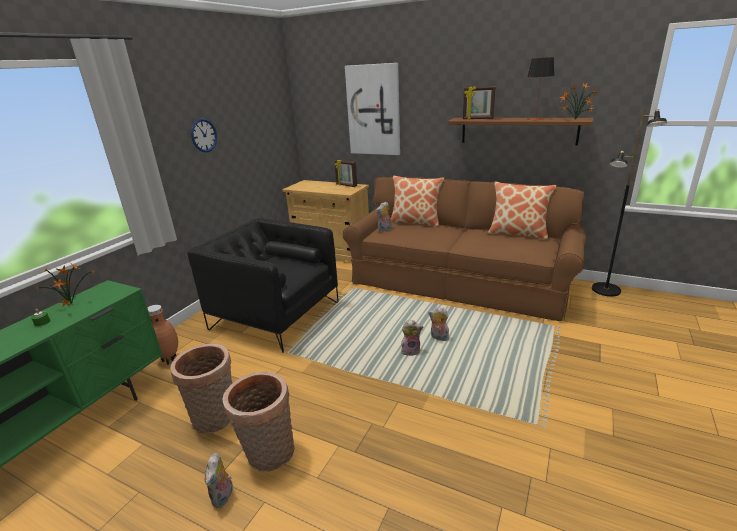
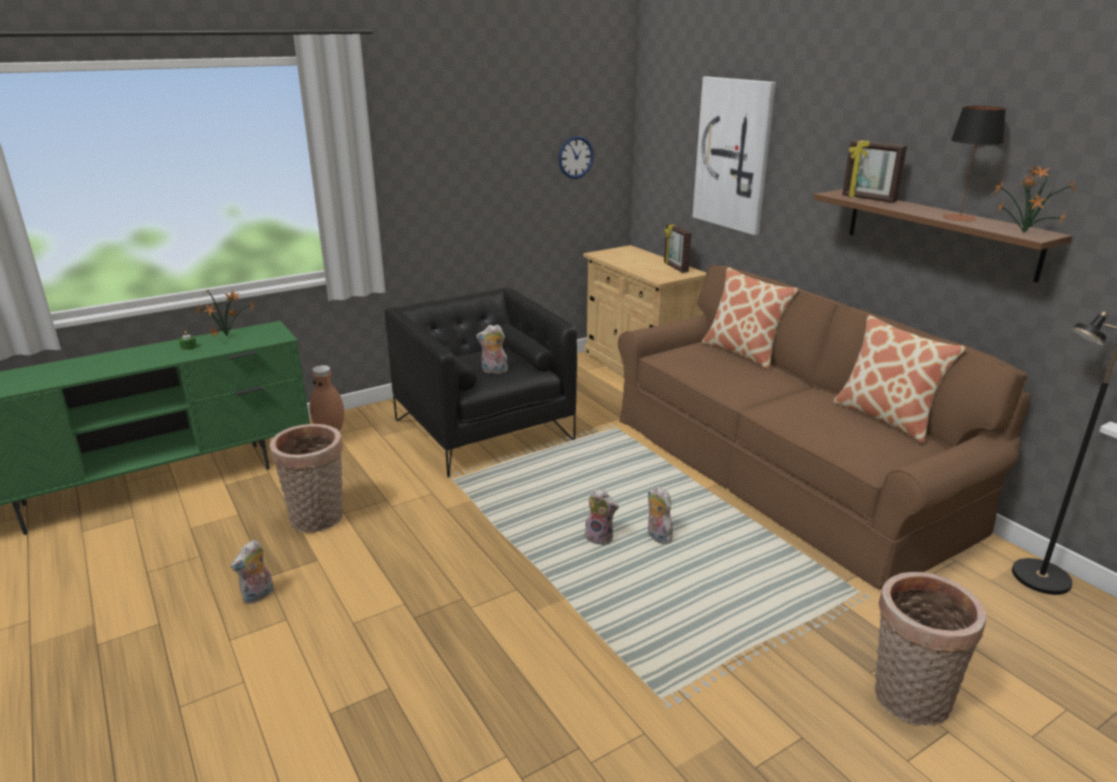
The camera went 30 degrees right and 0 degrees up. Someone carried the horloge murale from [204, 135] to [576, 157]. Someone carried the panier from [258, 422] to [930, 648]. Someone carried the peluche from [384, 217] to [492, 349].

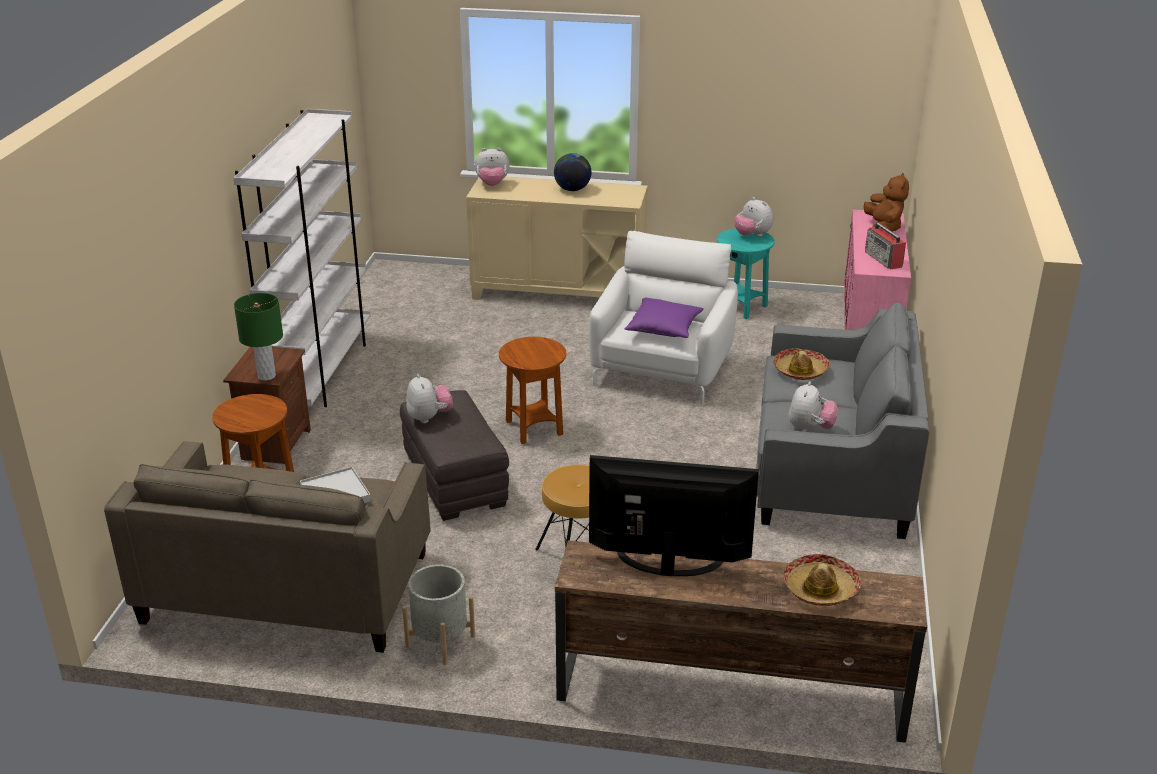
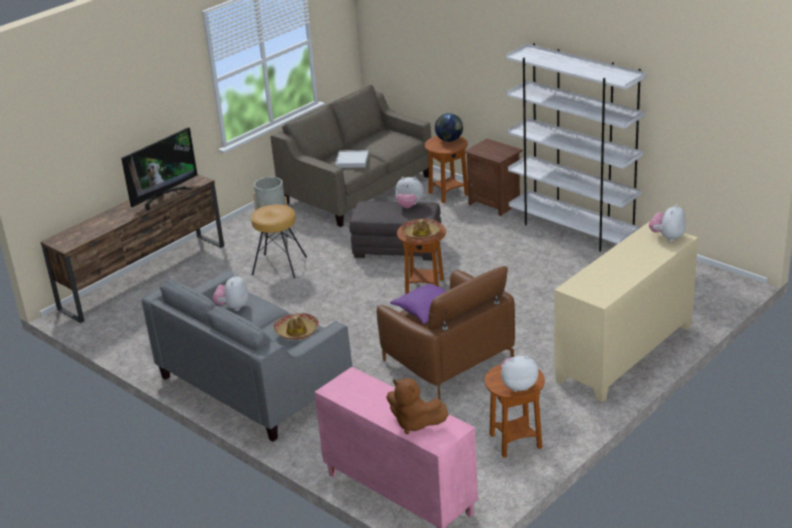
The camera went 125 degrees right and 0 degrees up. Someone took away the lampe de table/vert at [258, 336]. Someone took away the radio at [885, 246]. Someone carried the globe from [572, 172] to [449, 127]. Someone carried the chapeau from [822, 580] to [422, 229]. Someone repainted the fauteuil/blanc at [663, 318], which became the fauteuil/marron at [446, 333]. Someone repainted the table d'appoint/turquoise at [745, 273], which became the table d'appoint/marron at [515, 411]. Someone rotated the peluche at [813, 406] by 45 degrees clockwise.

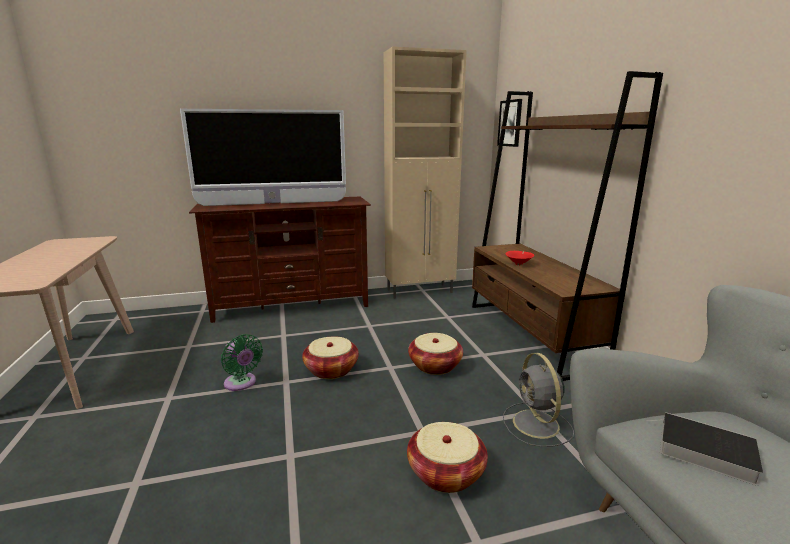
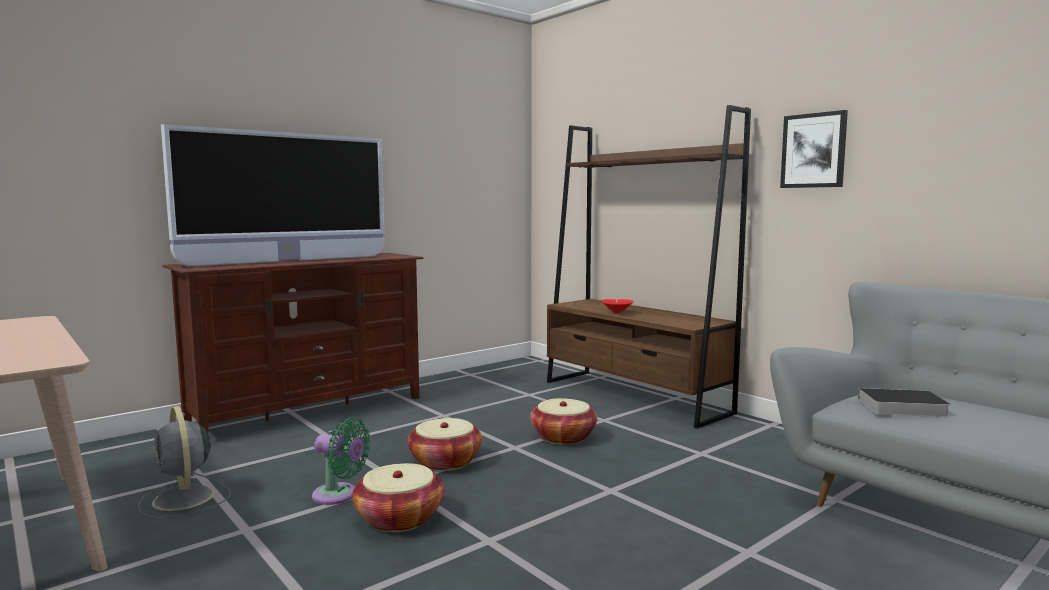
The camera went 25 degrees left and 10 degrees down. Someone took away the meuble de rangement/beige at [425, 173]. Someone carried the panier from [447, 457] to [398, 497]. Someone carried the tableau from [509, 123] to [814, 149]. Someone carried the ventilateur/gris from [538, 400] to [184, 462].

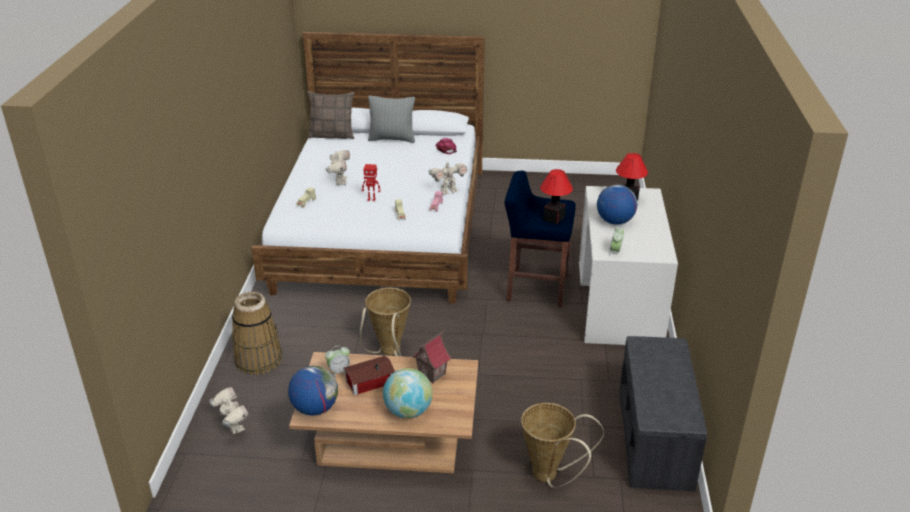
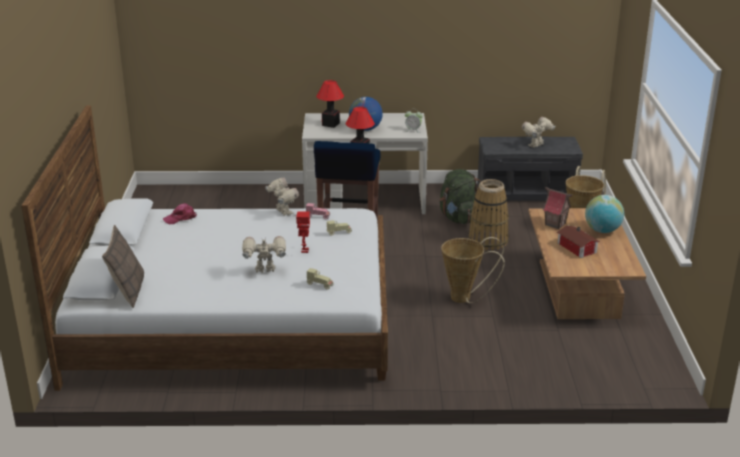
The camera went 95 degrees left and 5 degrees down. Someone took away the globe at [313, 390]. Someone took away the réveil at [337, 361]. Someone took away the coussin/gris at [391, 119]. Someone put down the sac à dos/vert at [460, 196]. Someone carried the robot jouet from [229, 410] to [538, 132]. Someone carried the panier from [257, 333] to [488, 215].

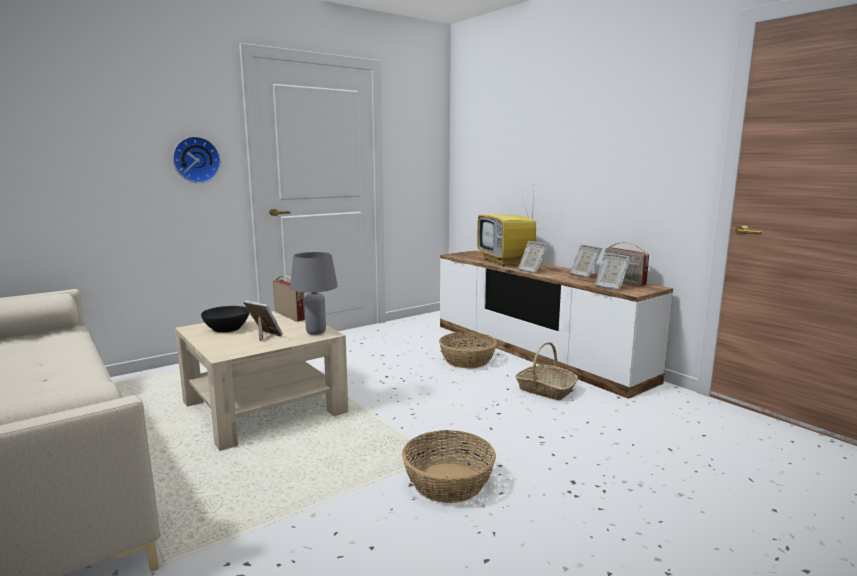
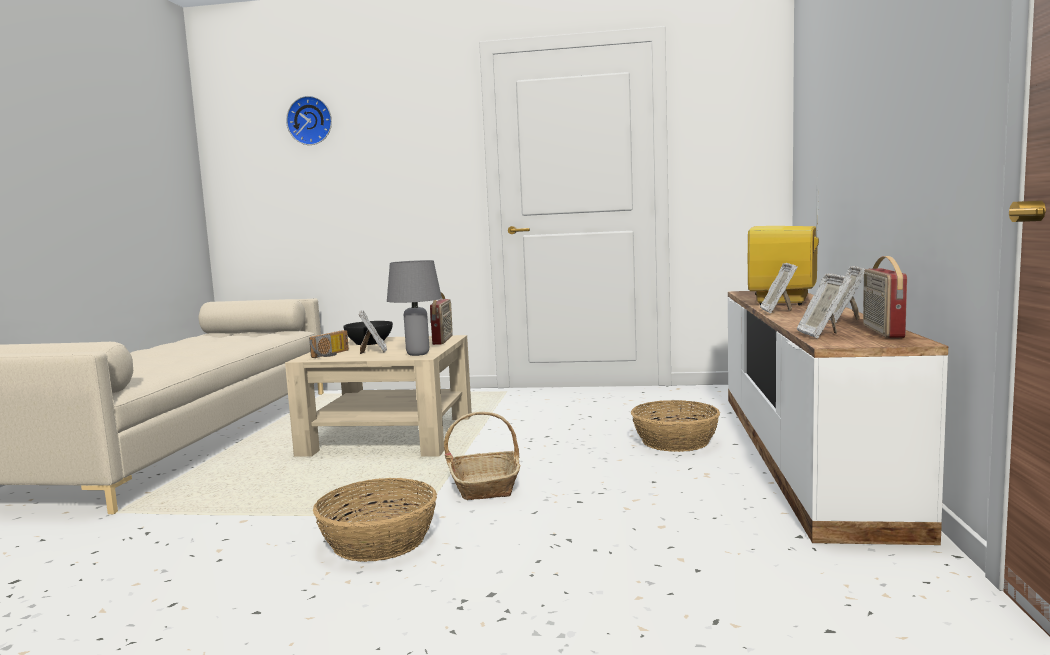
The camera went 45 degrees right and 5 degrees down. Someone put down the radio at [329, 344]. Someone carried the horloge murale from [197, 159] to [309, 120]. Someone carried the panier from [546, 371] to [482, 456].

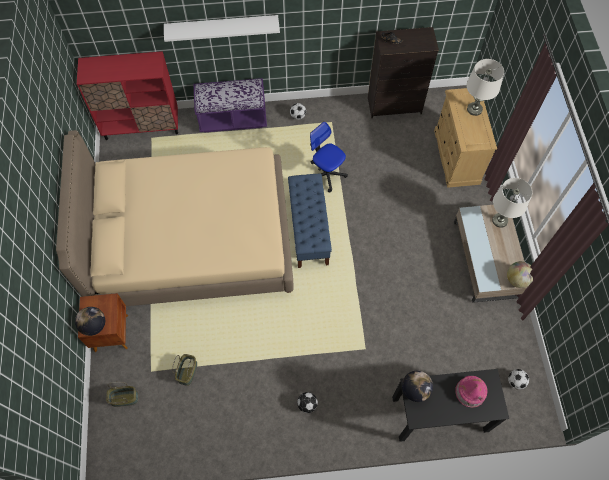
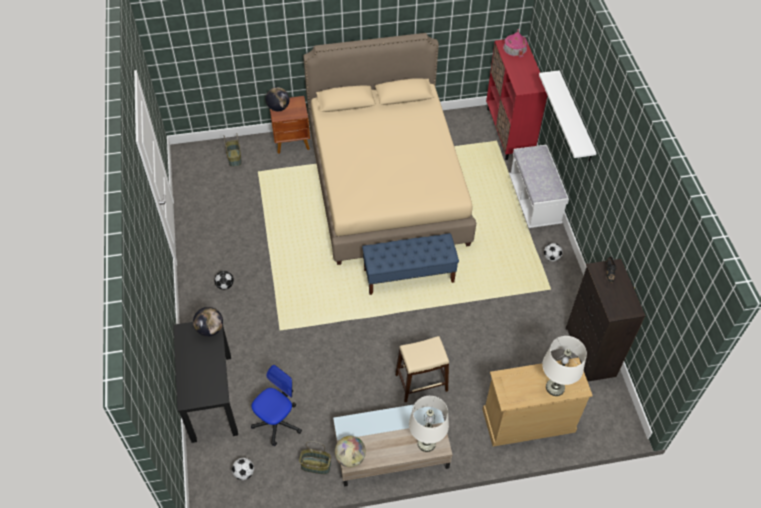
The camera went 85 degrees right and 10 degrees down. Someone put down the tabouret/beige at [422, 369]. Someone carried the panier from [184, 370] to [315, 457]. Someone carried the chaise de bureau from [329, 157] to [276, 405]. Someone carried the maison miniature from [471, 392] to [515, 43]. Someone repainted the banc/violet at [230, 105], which became the banc/blanc at [539, 186].

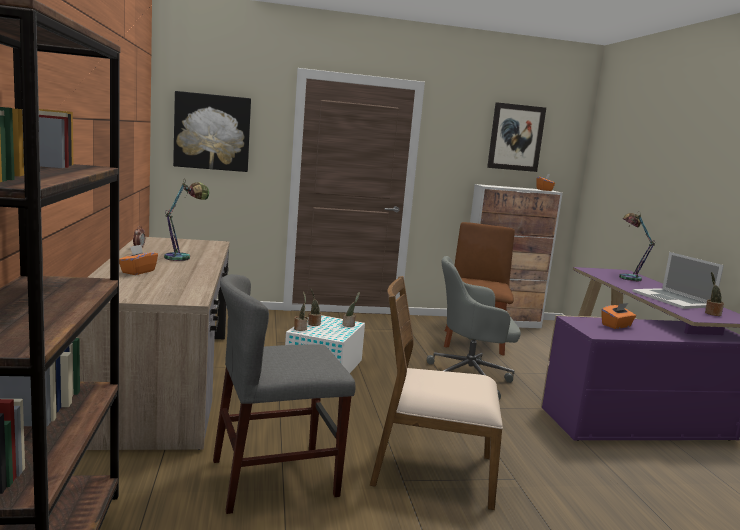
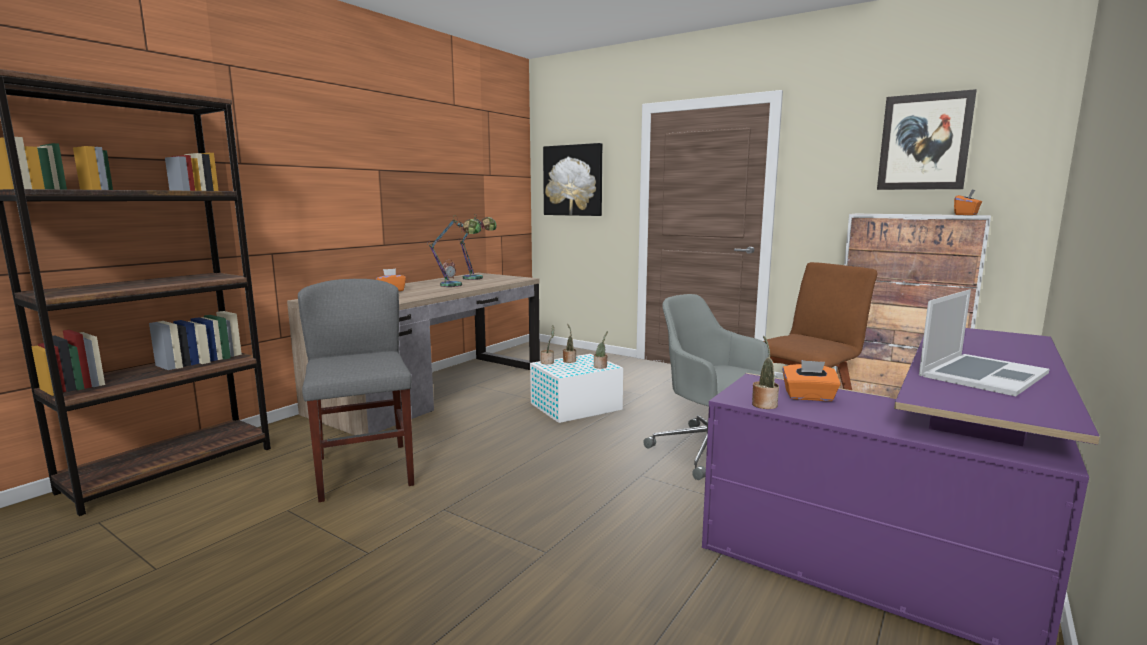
The camera went 45 degrees right and 0 degrees up. Someone took away the chaise/marron at [436, 393]. Someone carried the lampe de table from [637, 246] to [478, 247]. Someone carried the plante en pot from [714, 294] to [765, 372]. Someone rotated the chaise/gris at [284, 394] by 45 degrees clockwise. Someone rotated the ordinateur portable at [678, 280] by 150 degrees counterclockwise.

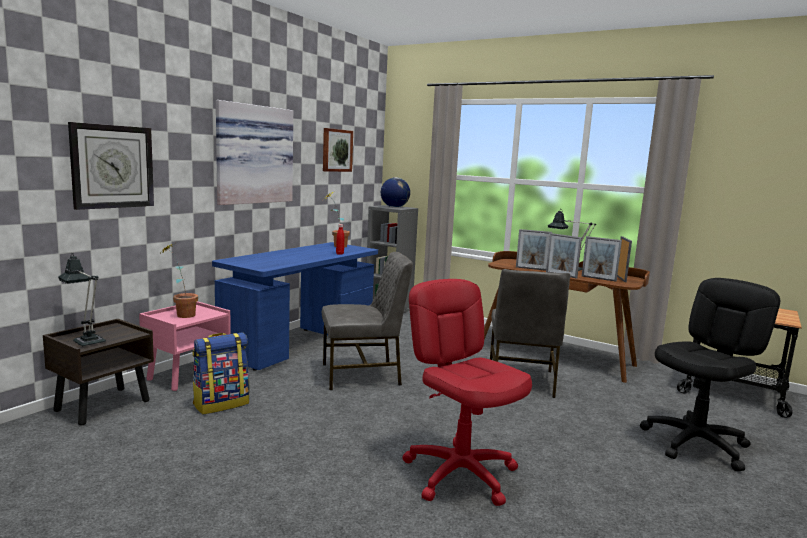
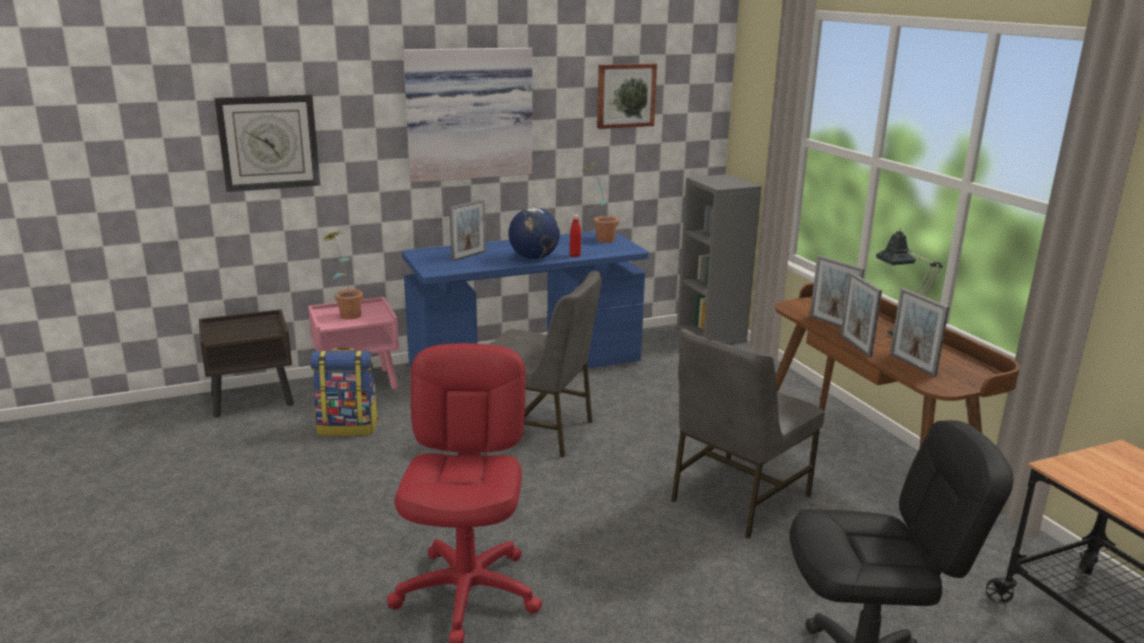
The camera went 35 degrees right and 10 degrees up. Someone took away the lampe de table at [82, 299]. Someone carried the globe from [395, 192] to [534, 233]. Someone carried the cadre photo from [624, 259] to [467, 230].

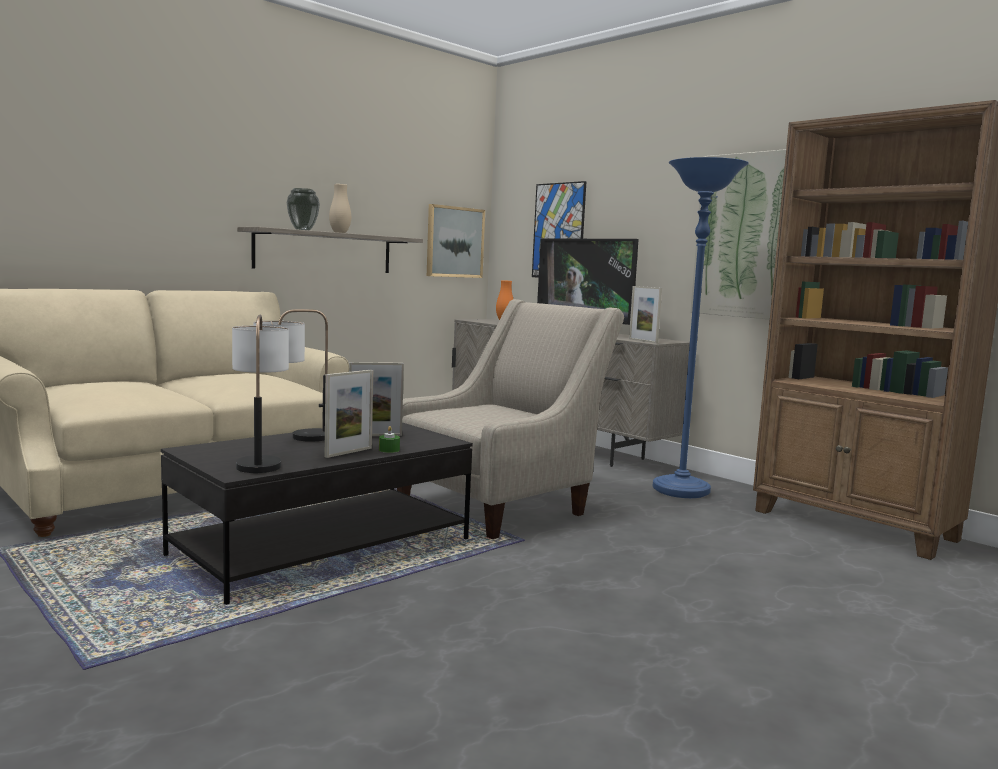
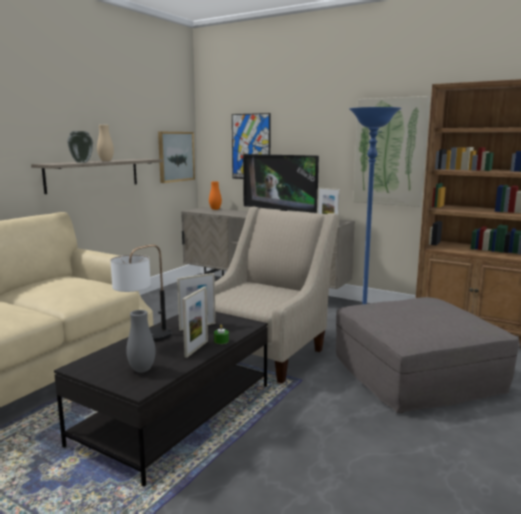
The camera went 15 degrees left and 5 degrees up. Someone put down the pouf/gris at [427, 355]. Someone swapped the lampe de table at [260, 394] for the vase/gris at [141, 341].

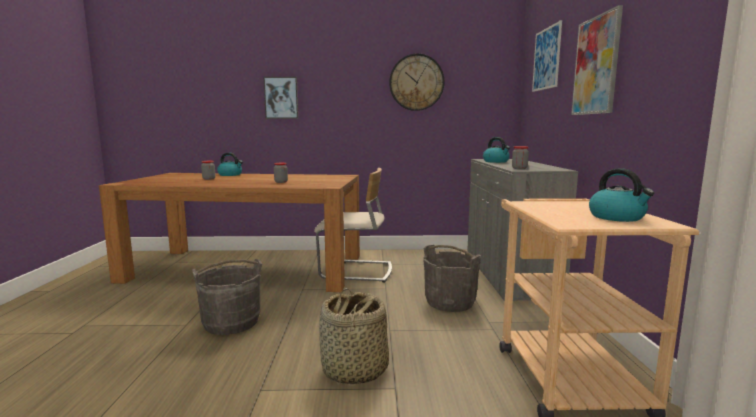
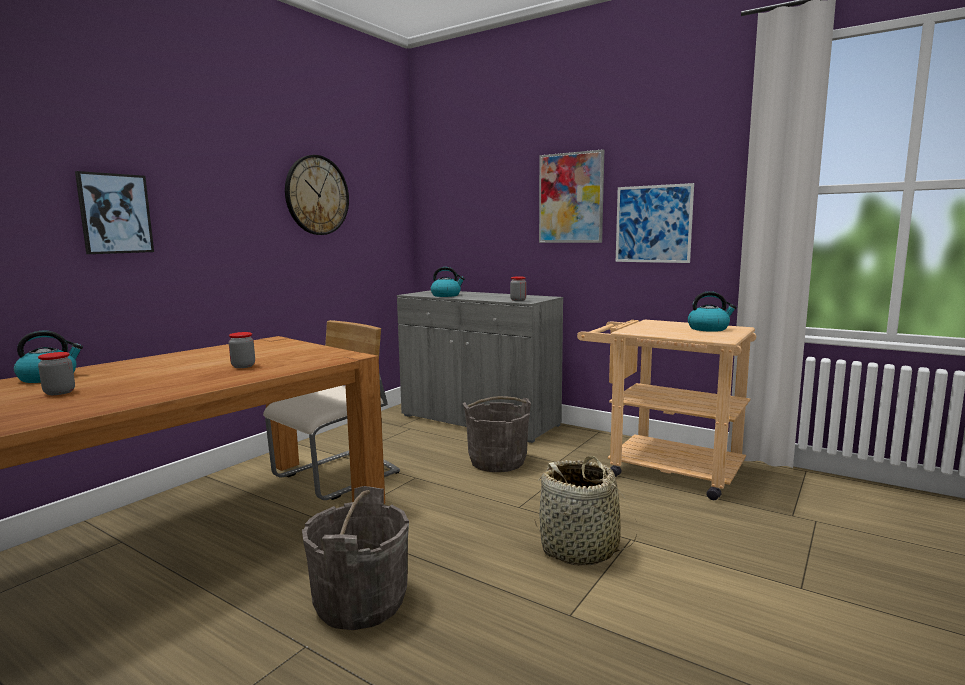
The camera went 55 degrees left and 0 degrees up. Someone carried the tableau from [547, 56] to [655, 223].

